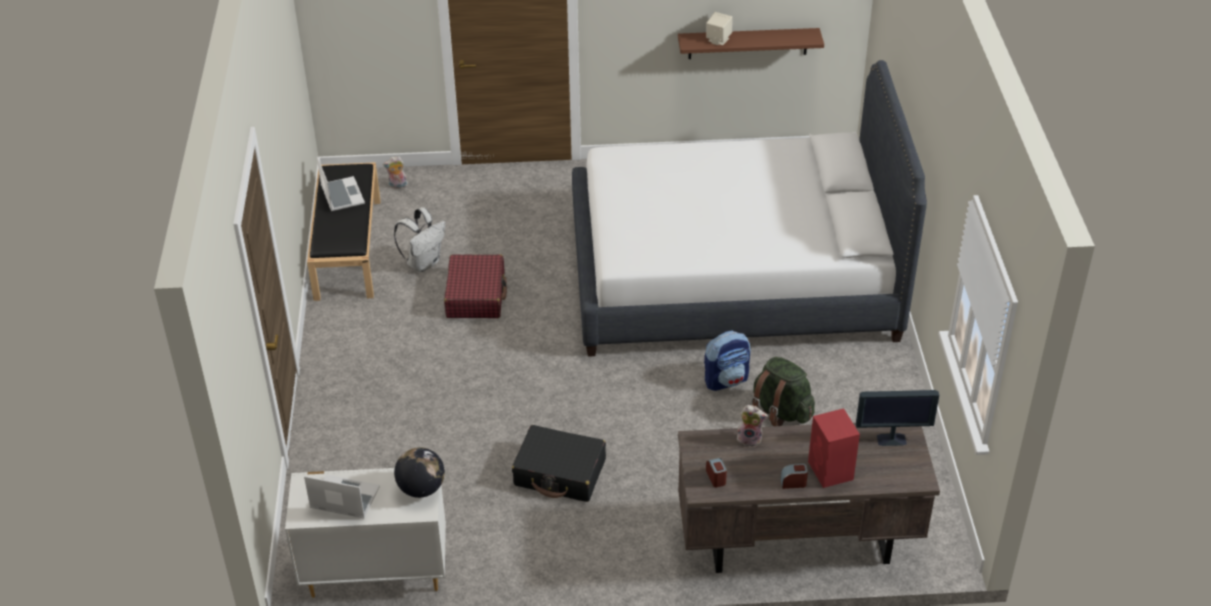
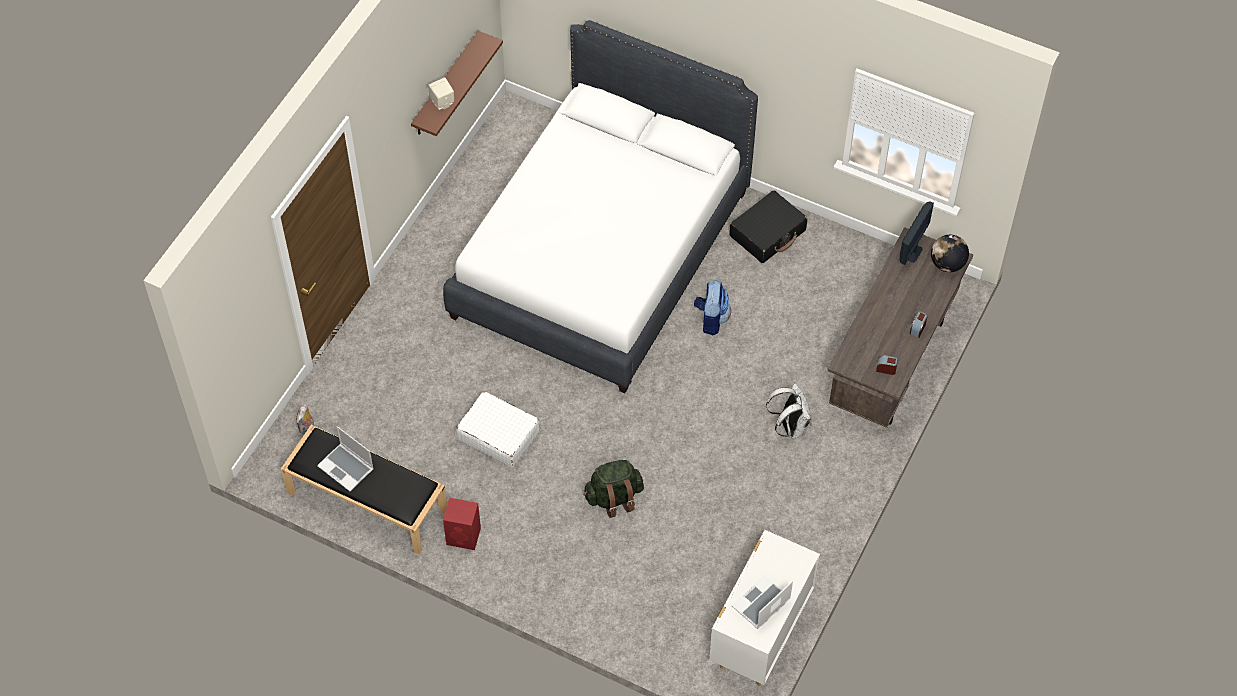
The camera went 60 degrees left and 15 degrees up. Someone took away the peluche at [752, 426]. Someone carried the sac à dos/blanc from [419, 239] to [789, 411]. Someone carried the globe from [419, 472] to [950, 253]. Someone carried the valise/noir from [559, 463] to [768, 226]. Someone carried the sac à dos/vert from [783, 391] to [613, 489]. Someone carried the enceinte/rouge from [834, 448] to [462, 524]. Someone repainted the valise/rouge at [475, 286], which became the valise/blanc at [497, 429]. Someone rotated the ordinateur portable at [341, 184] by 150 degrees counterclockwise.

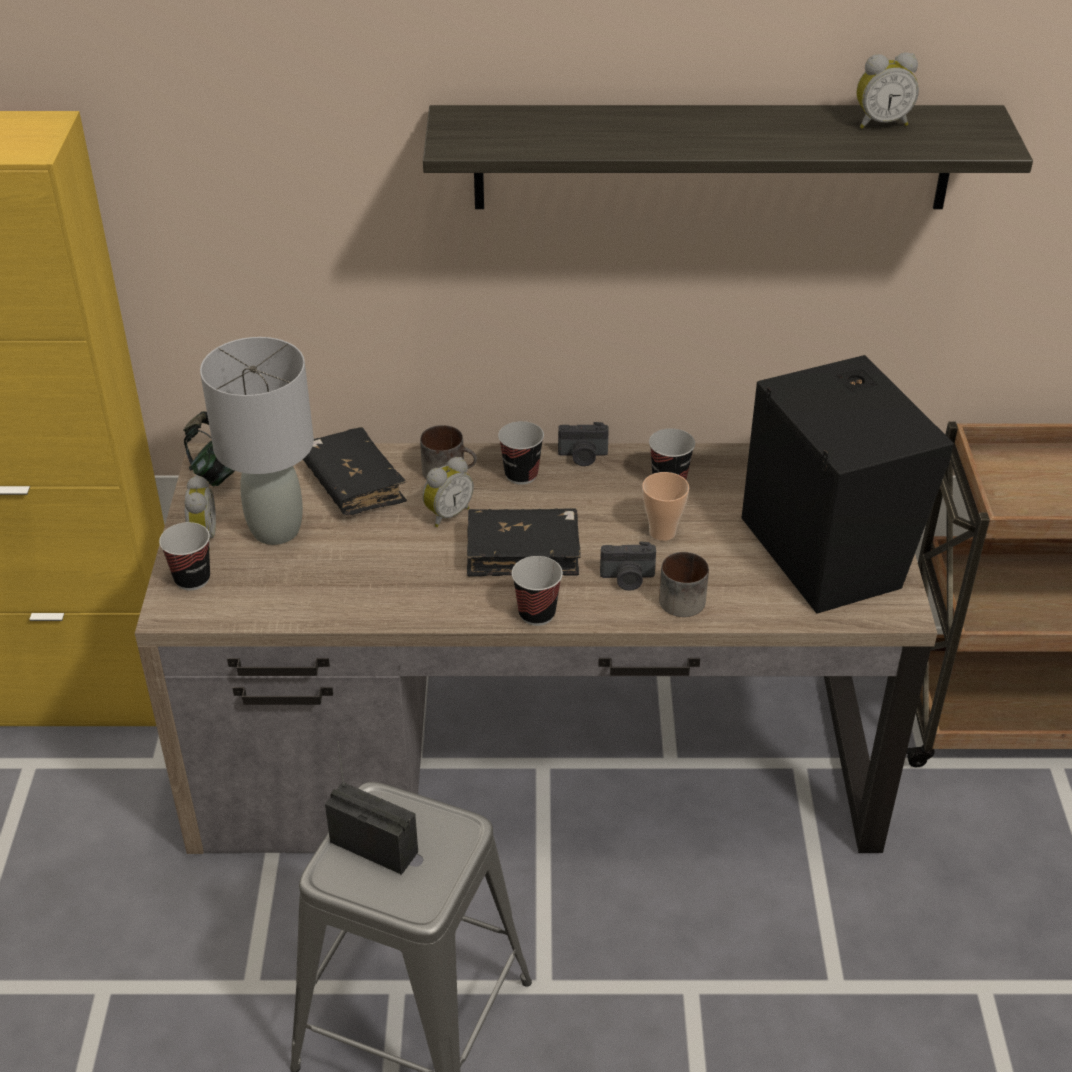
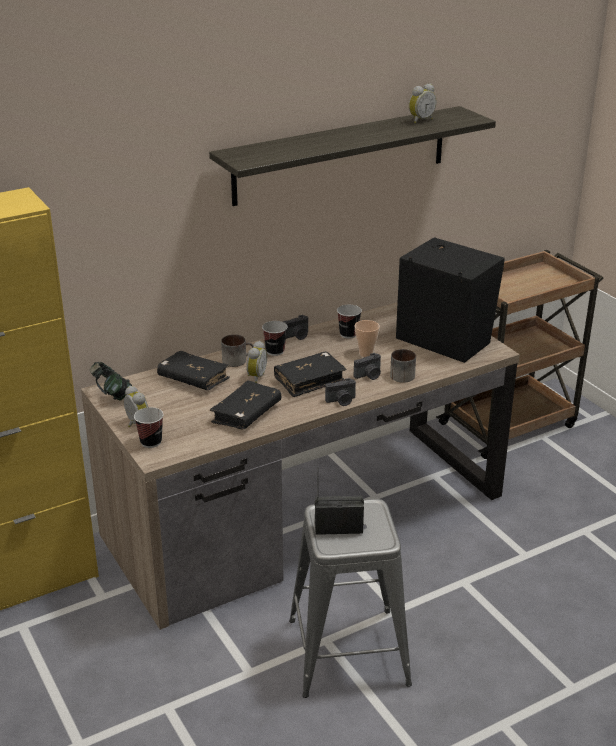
The camera went 30 degrees left and 10 degrees down. Someone took away the lampe de table/gris at [257, 441]. Someone put down the livre/noir at [245, 404]. Someone swapped the tasse at [537, 591] for the appareil photo at [340, 392].

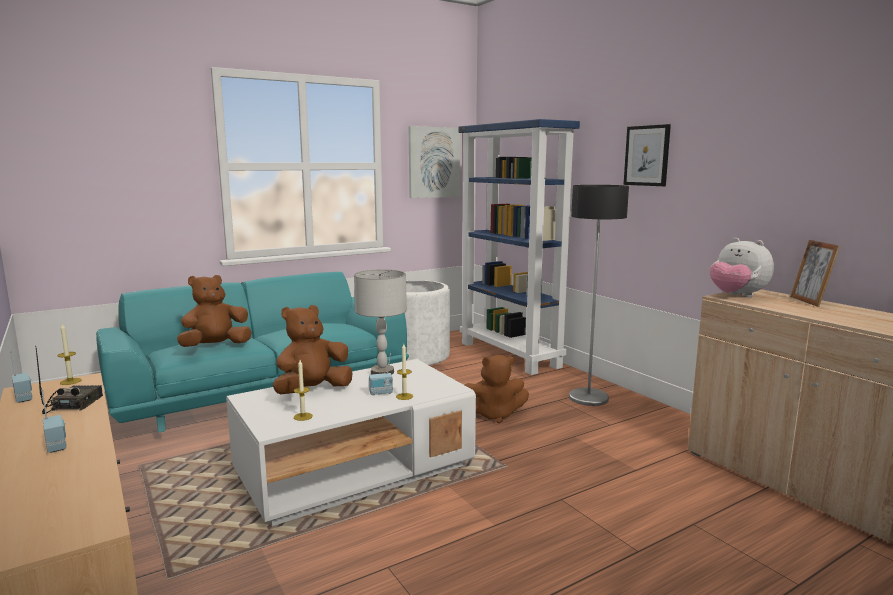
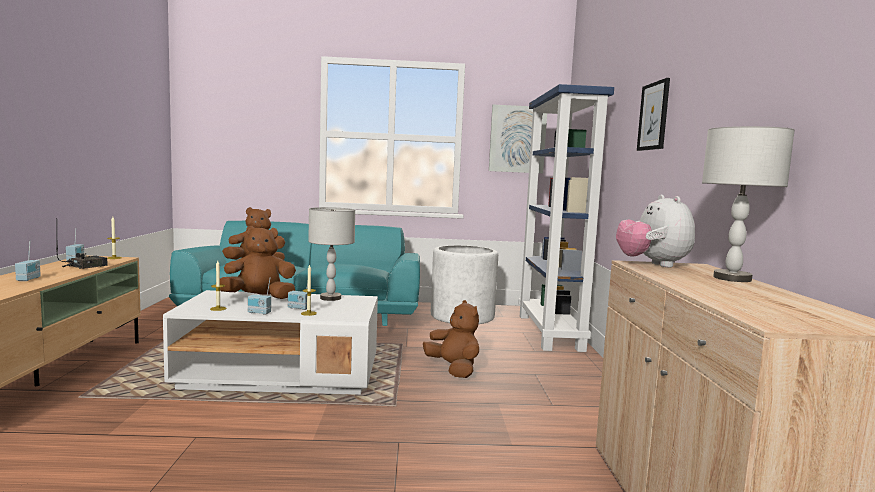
The camera went 30 degrees right and 5 degrees down. Someone took away the lampadaire at [599, 295]. Someone put down the radio at [259, 296]. Someone swapped the cadre photo at [815, 273] for the lampe de table/gris at [748, 204]. Someone rotated the peluche/marron at [497, 389] by 150 degrees counterclockwise.

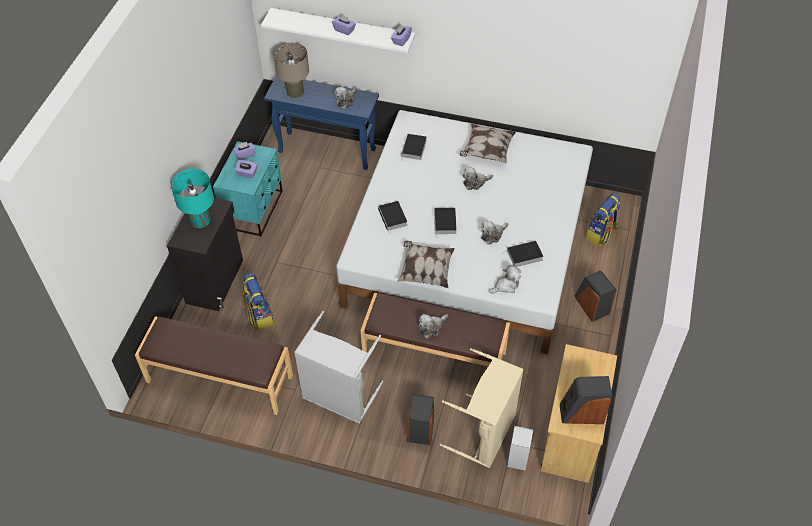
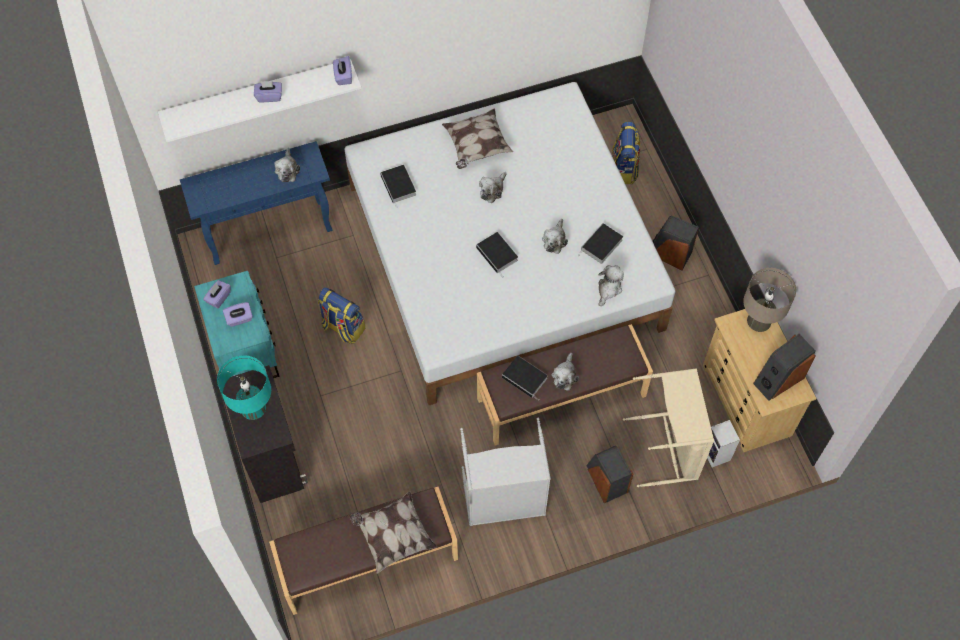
The camera went 35 degrees left and 10 degrees up. Someone carried the sac à dos from [258, 301] to [341, 315]. Someone carried the lampe de table/beige from [291, 70] to [769, 300]. Someone carried the livre from [392, 218] to [524, 378]. Someone carried the coussin from [426, 264] to [393, 533].

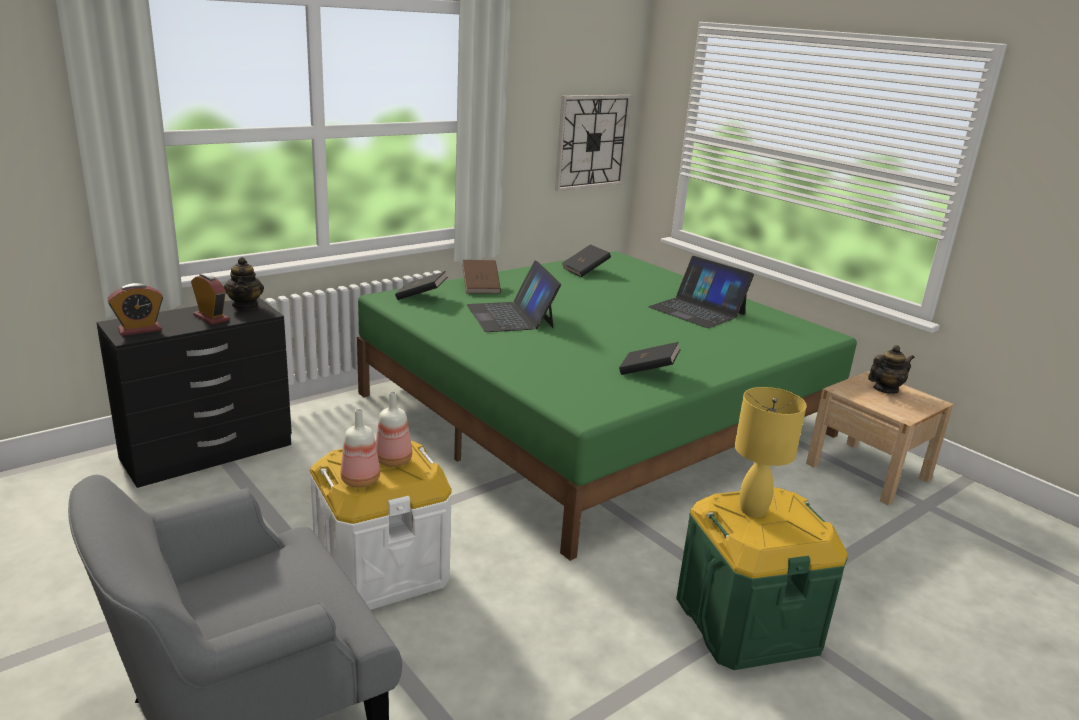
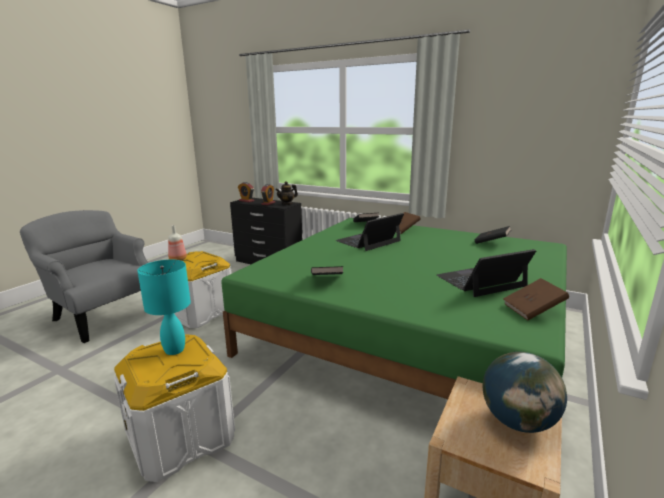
The camera went 70 degrees right and 5 degrees down. Someone took away the bouteille at [394, 429]. Someone took away the horloge murale at [593, 143]. Someone put down the livre/marron at [536, 299]. Someone swapped the théière at [891, 369] for the globe at [525, 392]. Someone repainted the boîte de rangement/vert at [762, 578], which became the boîte de rangement/blanc at [174, 408]. Someone repainted the lampe de table/jaune at [771, 452], which became the lampe de table/turquoise at [164, 307]. Someone rotated the ordinateur portable at [701, 292] by 45 degrees clockwise.

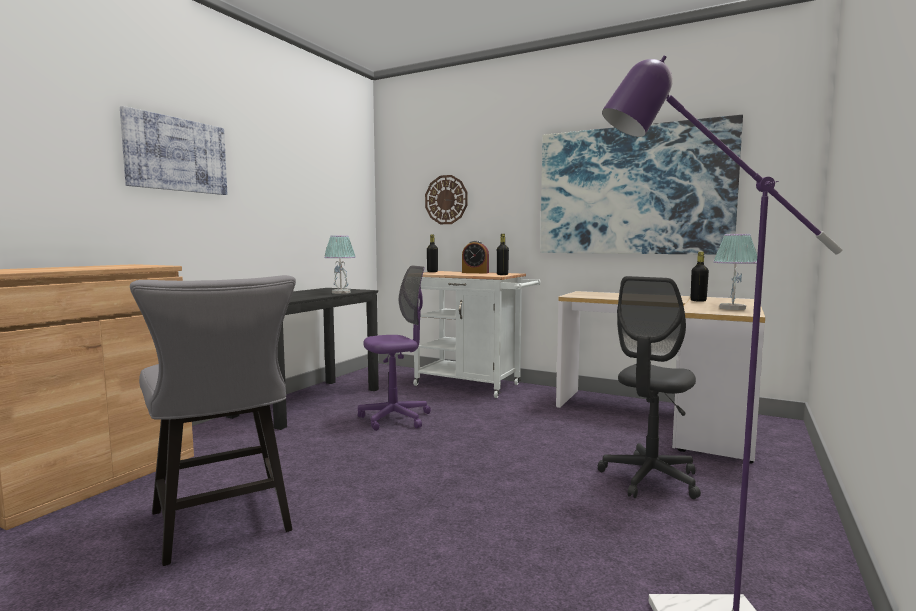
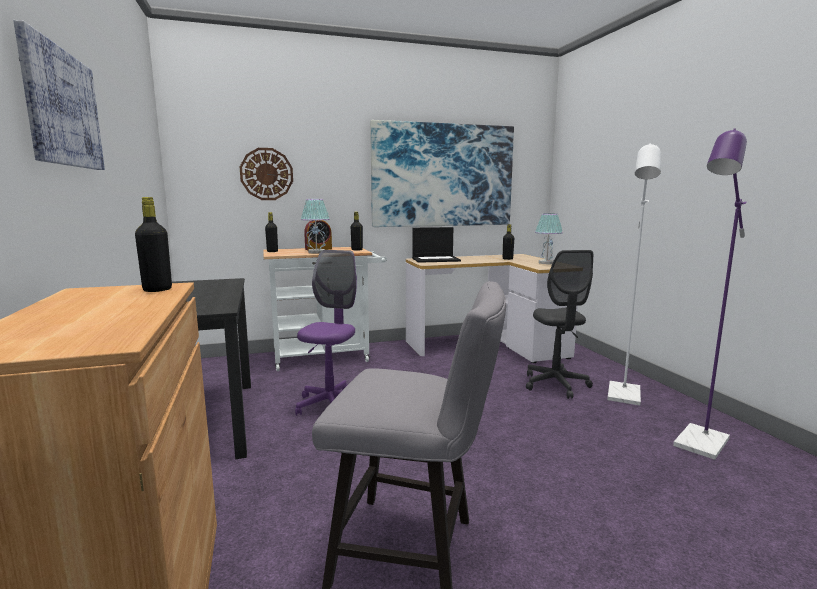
The camera went 45 degrees left and 5 degrees up. Someone put down the bouteille/noir at [153, 244]. Someone put down the ordinateur portable at [436, 245]. Someone put down the lampadaire/blanc at [634, 274]. Someone carried the lampe de table from [340, 265] to [315, 226].

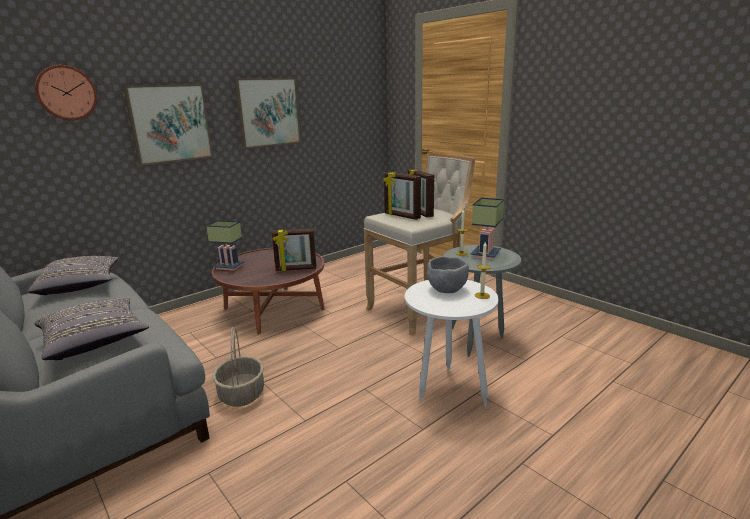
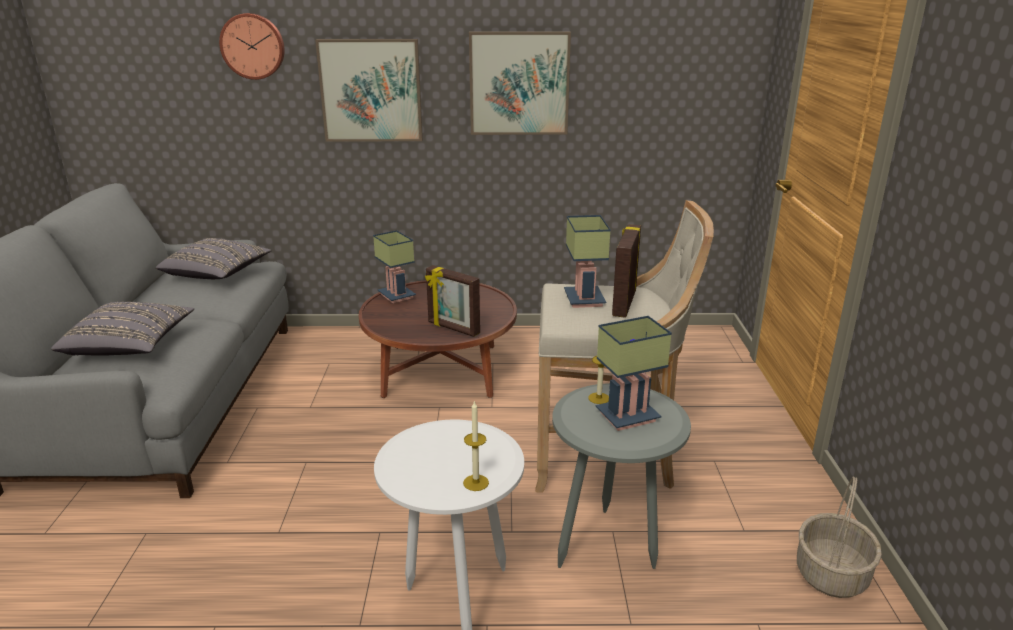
The camera went 40 degrees right and 5 degrees up. Someone took away the bol/gris at [448, 274]. Someone carried the panier from [238, 367] to [839, 537]. Someone swapped the cadre photo at [402, 196] for the lampe de table at [587, 261].

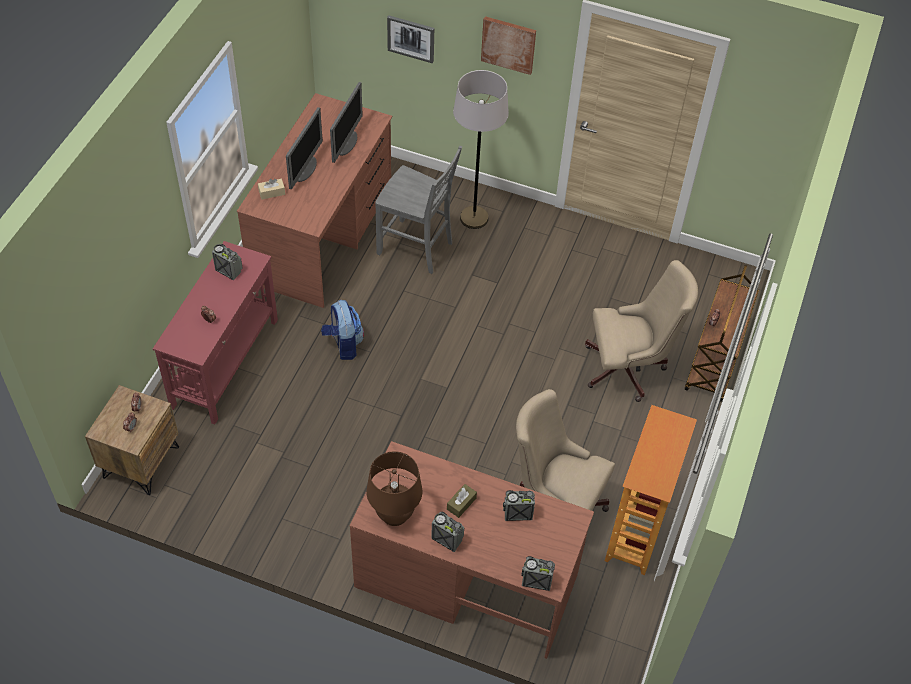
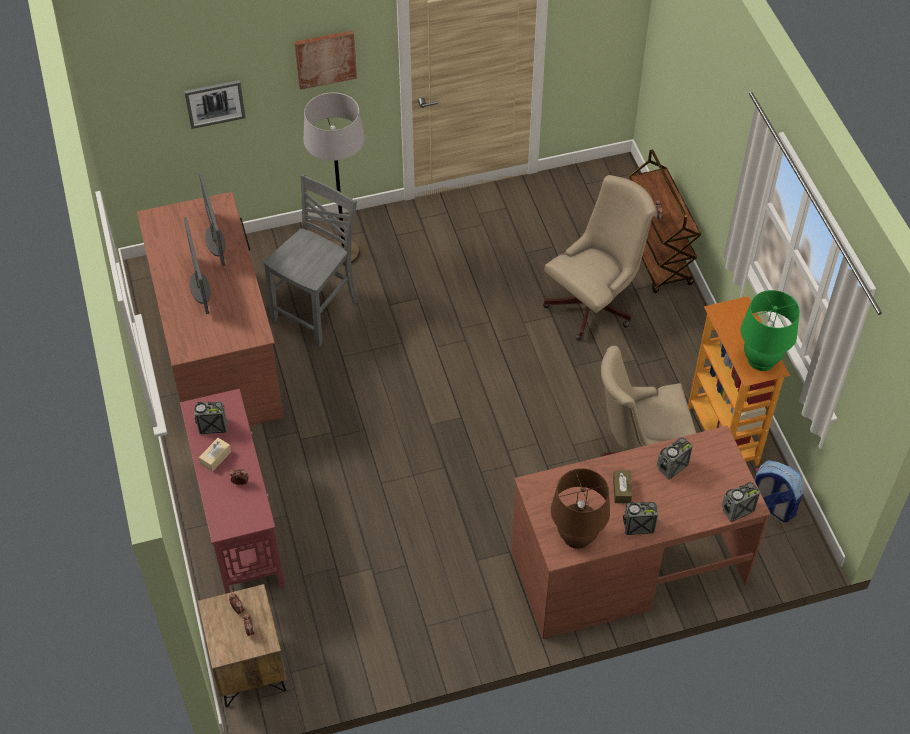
The camera went 35 degrees left and 0 degrees up. Someone put down the lampe de table/vert at [770, 330]. Someone carried the boîte à mouchoirs/beige from [271, 189] to [215, 455]. Someone carried the sac à dos from [342, 330] to [779, 491]. Someone rotated the chaise/gris at [418, 210] by 45 degrees counterclockwise.

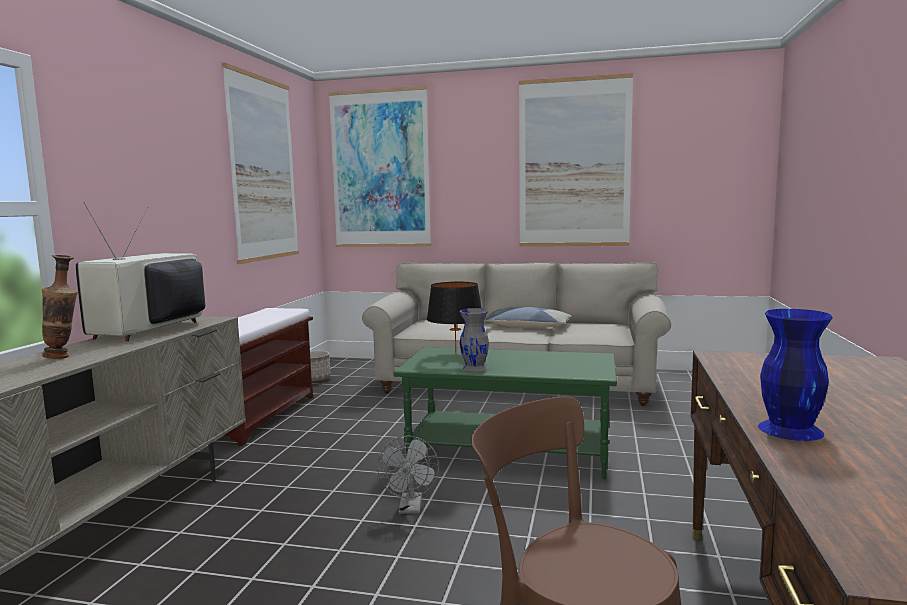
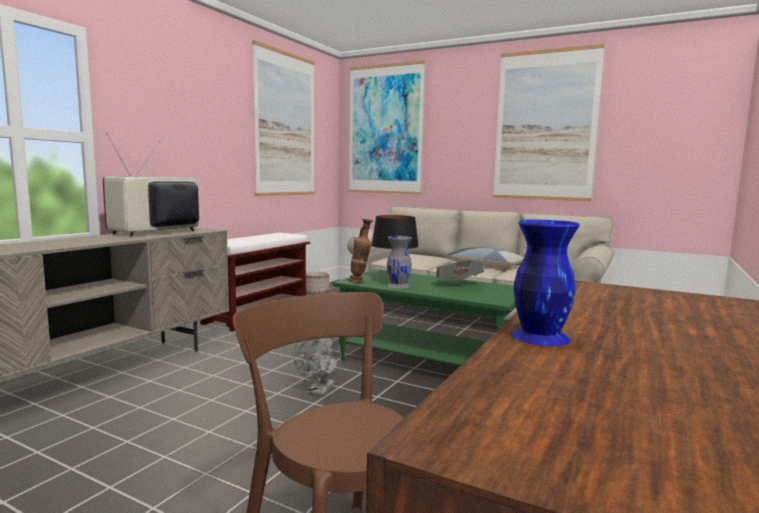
The camera went 15 degrees right and 0 degrees up. Someone put down the journal at [460, 270]. Someone carried the vase from [60, 307] to [361, 251].

